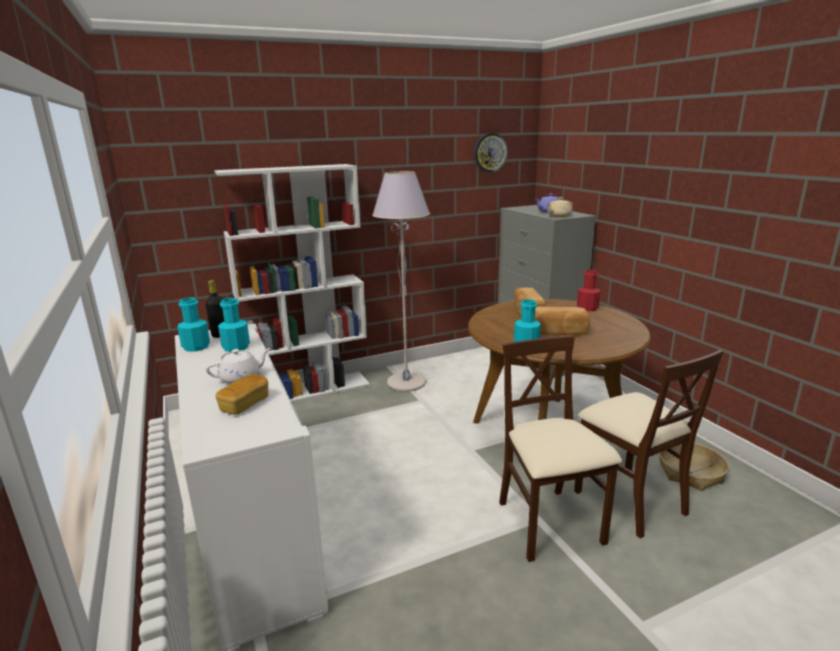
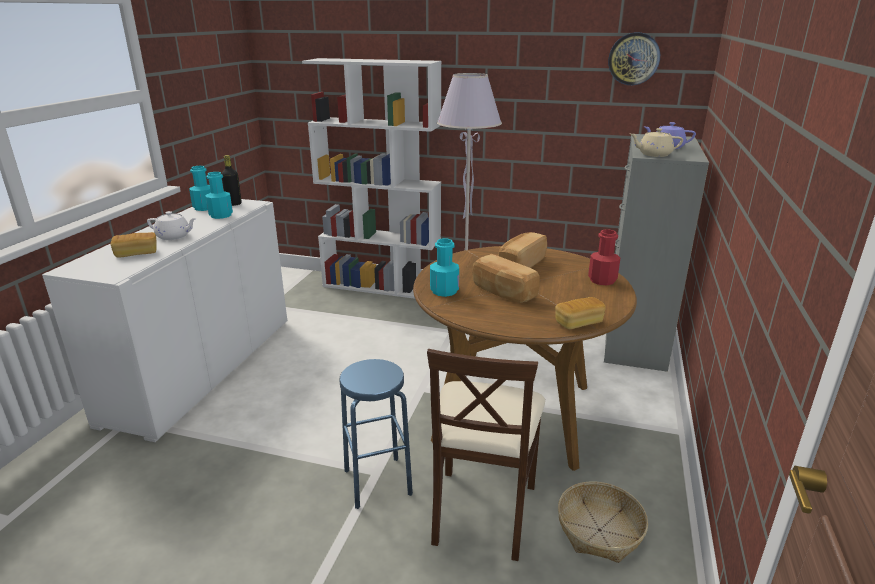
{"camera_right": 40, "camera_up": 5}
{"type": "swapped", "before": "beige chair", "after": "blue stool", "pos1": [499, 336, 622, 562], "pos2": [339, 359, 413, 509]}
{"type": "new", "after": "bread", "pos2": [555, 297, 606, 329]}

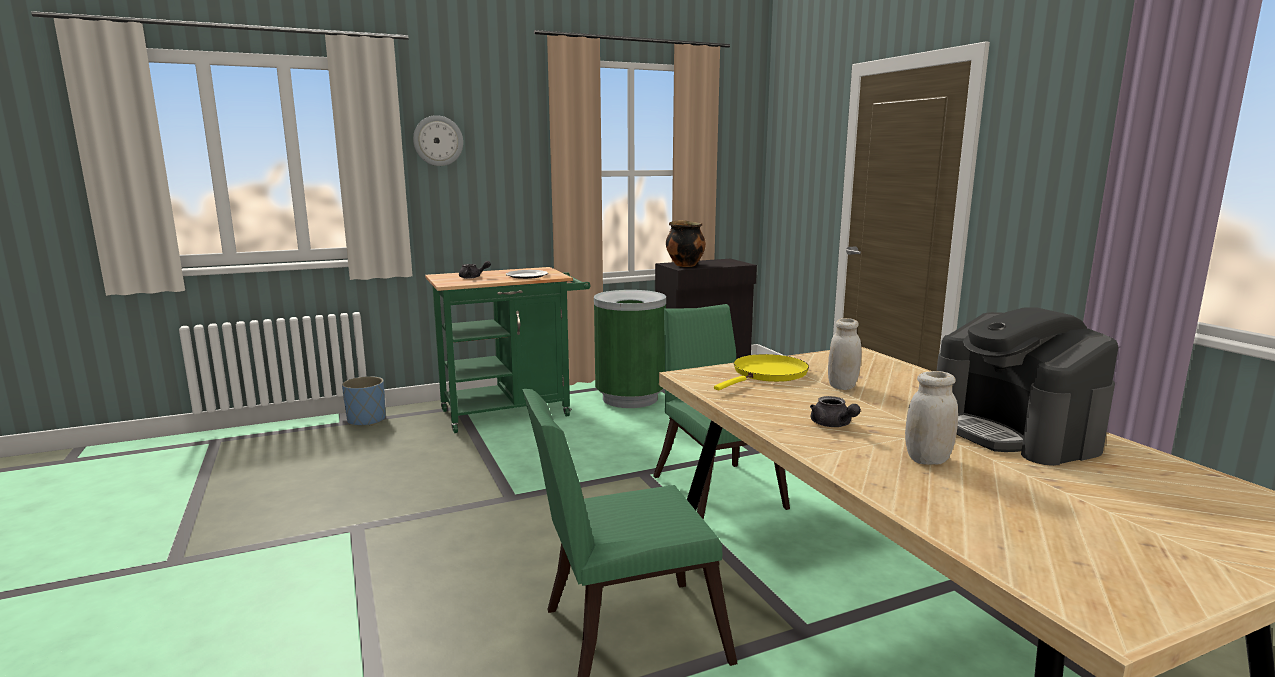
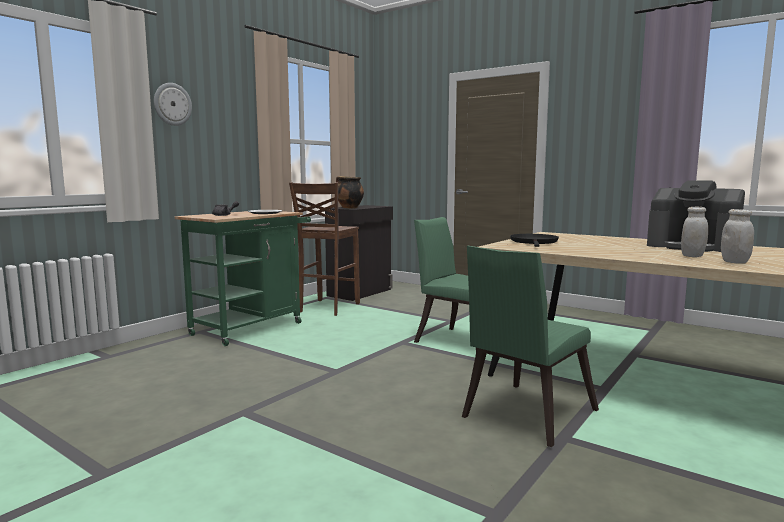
{"camera_right": -30, "camera_up": -5}
{"type": "swapped", "before": "green trash can", "after": "brown stool", "pos1": [594, 290, 666, 408], "pos2": [289, 182, 360, 316]}
{"type": "repainted", "before": "yellow frying pan", "after": "black frying pan", "pos1": [714, 354, 809, 390], "pos2": [510, 234, 559, 247]}
{"type": "shifted", "before": "white jar", "pos1": [828, 318, 862, 390], "pos2": [721, 209, 754, 264]}
{"type": "gone", "before": "blue planter", "pos1": [342, 376, 386, 426]}
{"type": "gone", "before": "grey teapot", "pos1": [810, 396, 861, 427]}

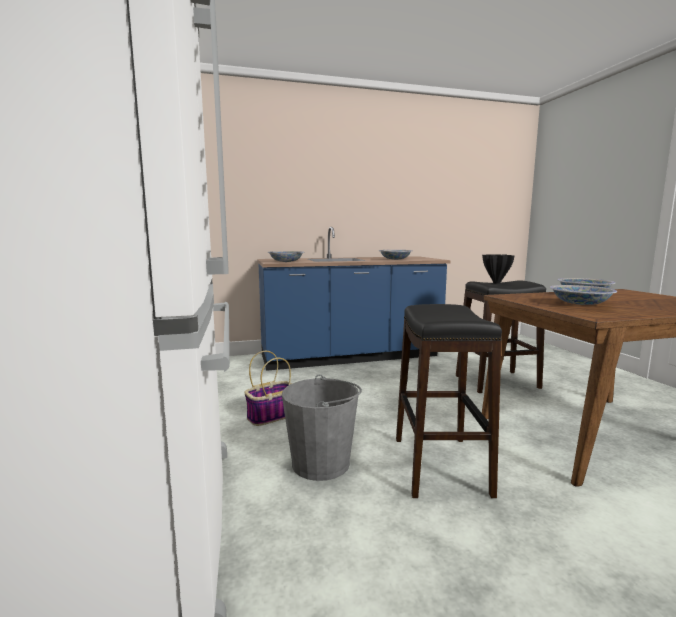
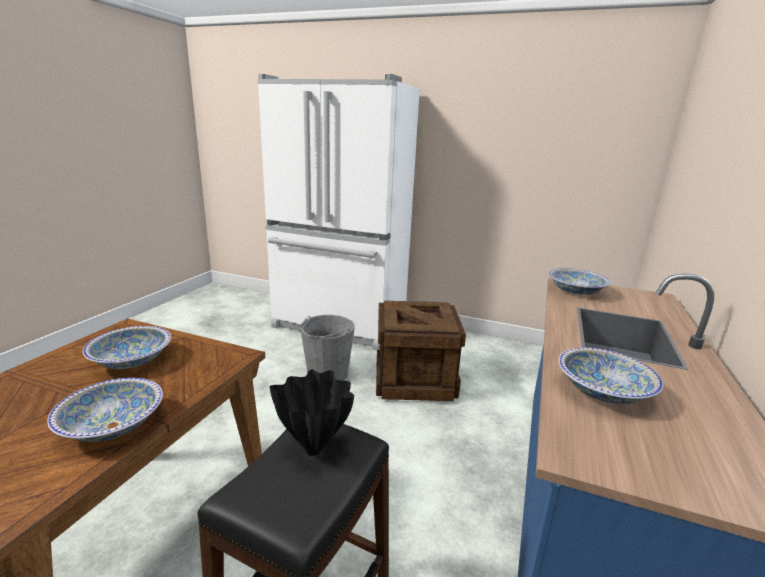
{"camera_right": 125, "camera_up": 10}
{"type": "swapped", "before": "basket", "after": "crate", "pos1": [245, 351, 292, 426], "pos2": [376, 300, 466, 401]}
{"type": "gone", "before": "black stool", "pos1": [396, 304, 502, 498]}

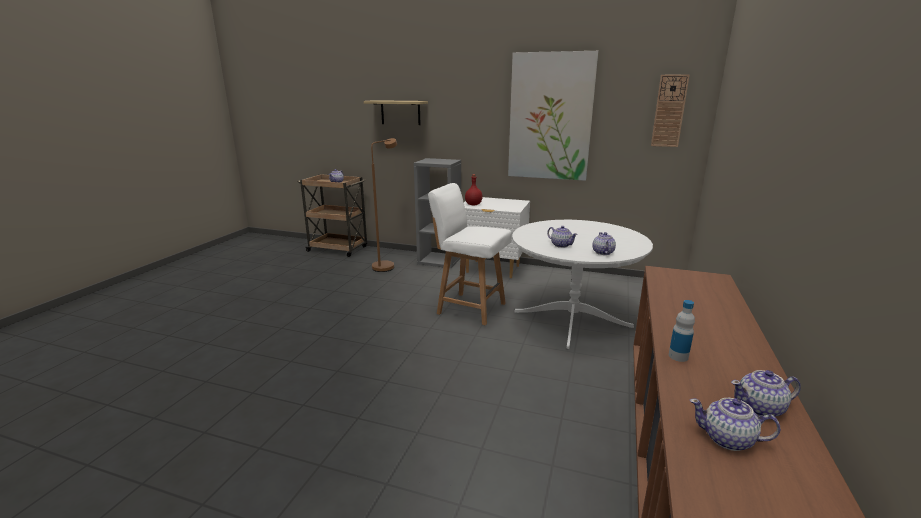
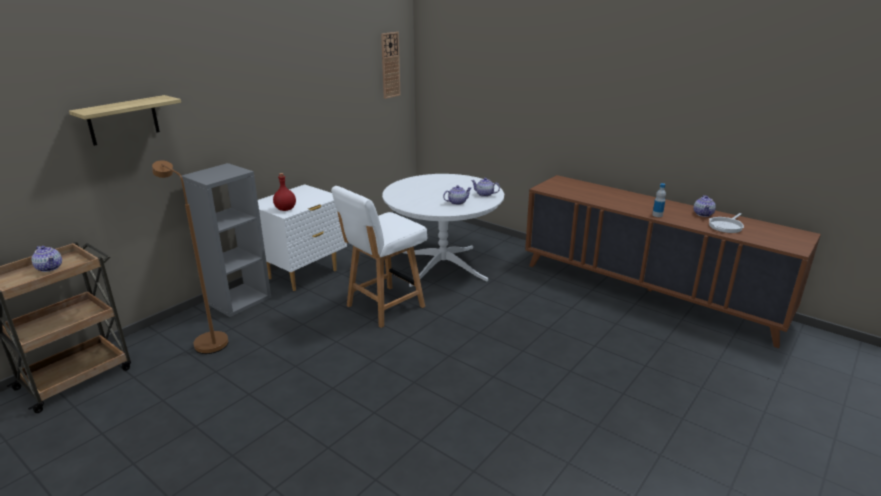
{"camera_right": -70, "camera_up": 5}
{"type": "swapped", "before": "teapot", "after": "frying pan", "pos1": [690, 398, 781, 451], "pos2": [709, 213, 744, 233]}
{"type": "gone", "before": "picture", "pos1": [508, 51, 599, 181]}

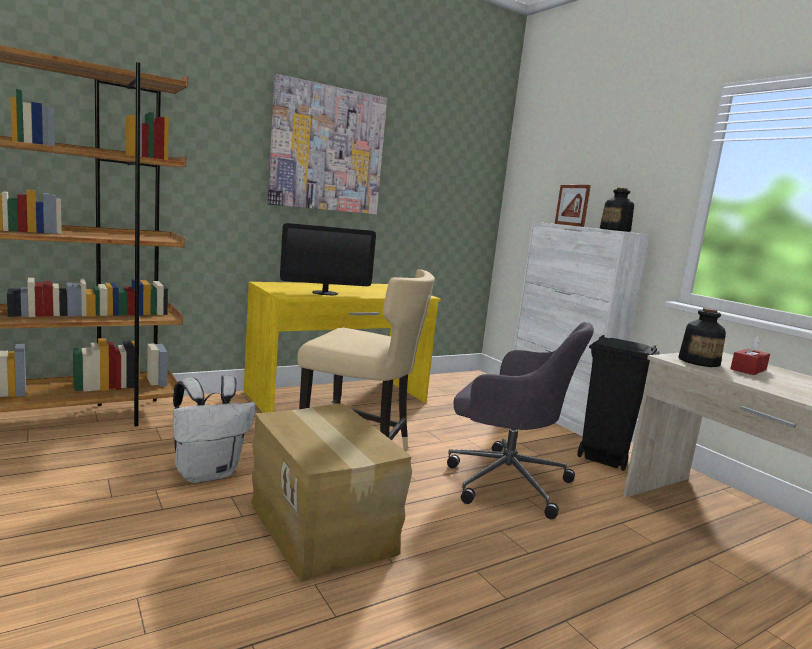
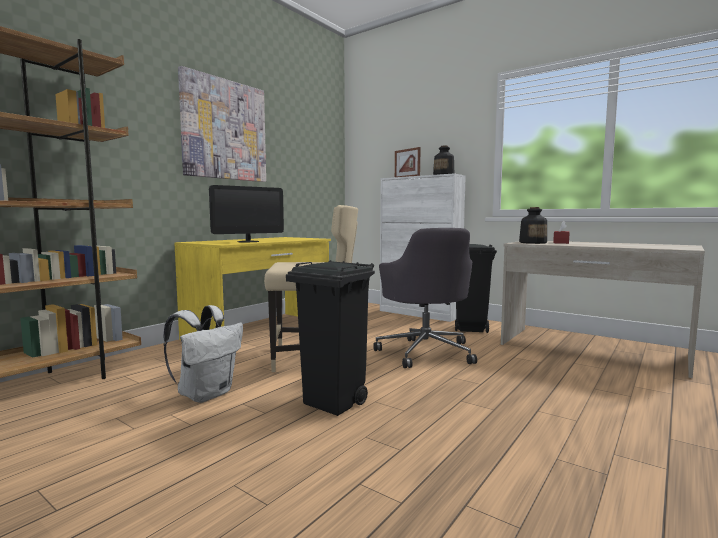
{"camera_right": -20, "camera_up": -5}
{"type": "swapped", "before": "cardboard box", "after": "black trash can", "pos1": [251, 404, 412, 582], "pos2": [286, 260, 375, 416]}
{"type": "rotated", "before": "grey office chair", "pos1": [447, 322, 594, 519], "pos2": [373, 228, 477, 368], "turn": 75}

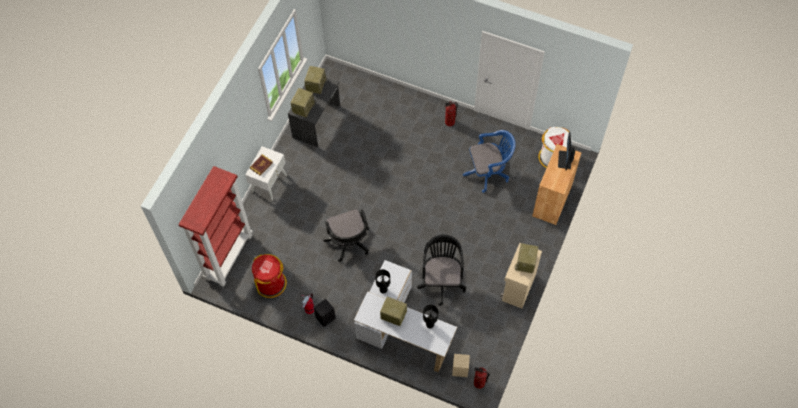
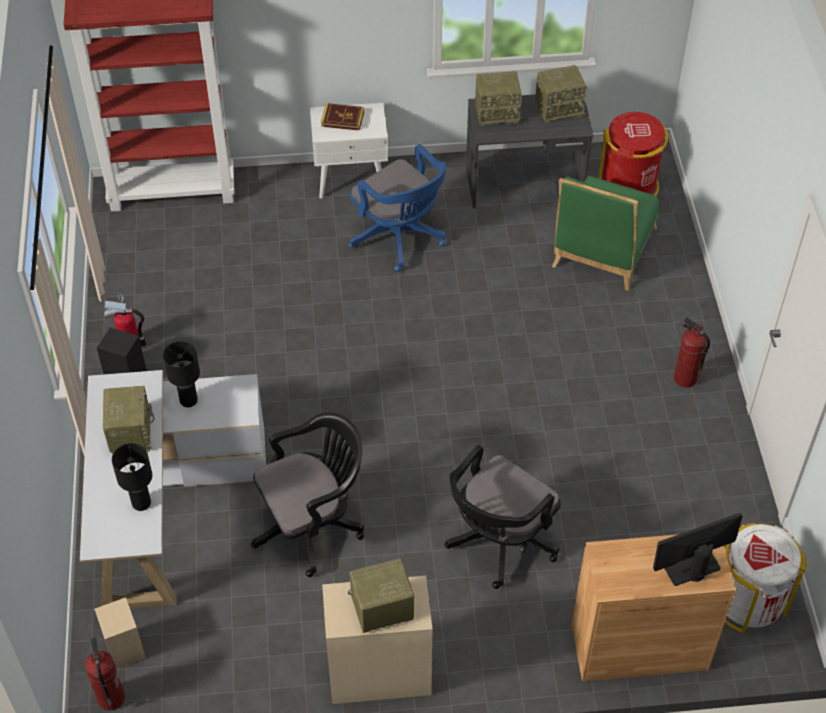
{"camera_right": 60, "camera_up": -10}
{"type": "shifted", "before": "blue office chair", "pos1": [463, 130, 516, 193], "pos2": [349, 144, 446, 272]}
{"type": "shifted", "before": "black office chair", "pos1": [324, 209, 369, 262], "pos2": [445, 445, 561, 589]}
{"type": "new", "after": "green chair", "pos2": [552, 176, 659, 291]}
{"type": "shifted", "before": "red trash can", "pos1": [252, 254, 287, 298], "pos2": [598, 112, 668, 196]}

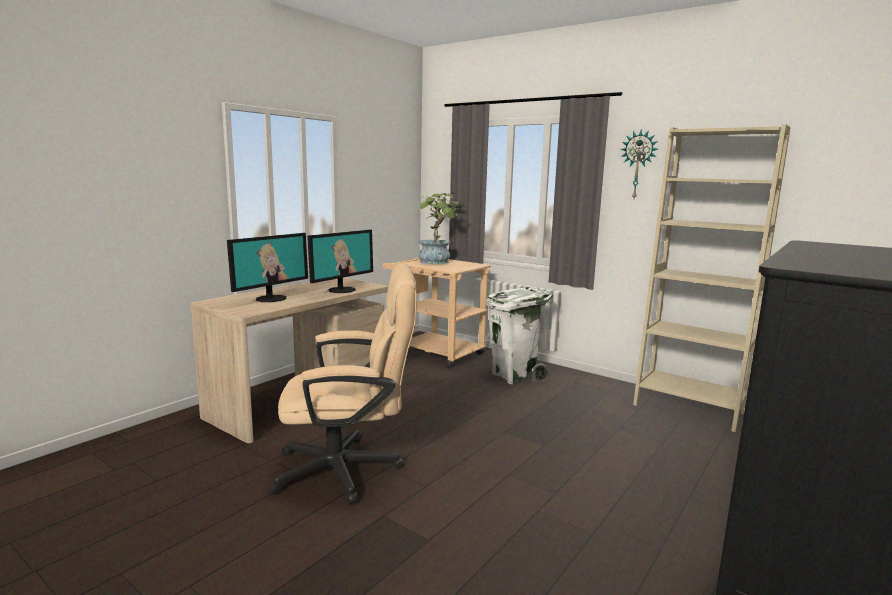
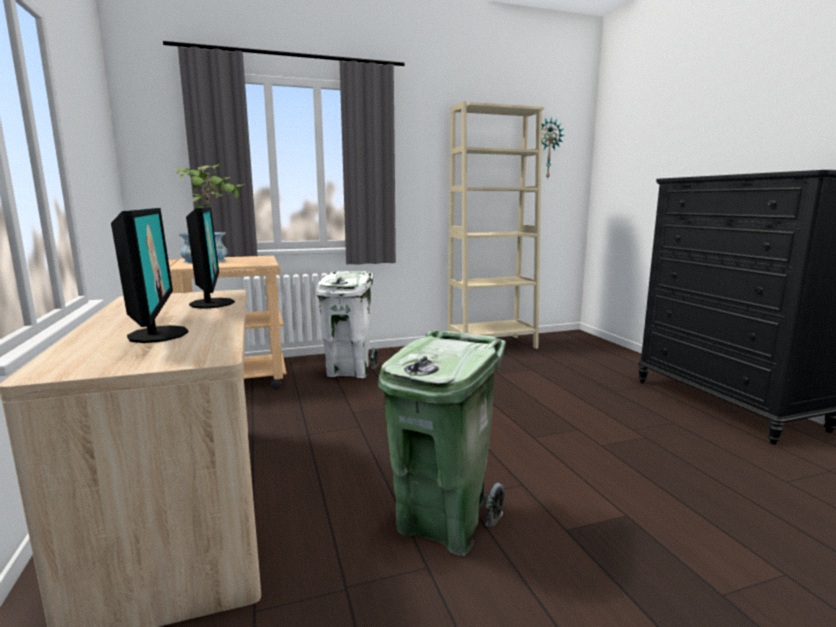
{"camera_right": -55, "camera_up": 0}
{"type": "swapped", "before": "beige office chair", "after": "green trash can", "pos1": [269, 263, 417, 504], "pos2": [378, 331, 507, 556]}
{"type": "shifted", "before": "wall clock", "pos1": [620, 130, 658, 198], "pos2": [542, 117, 564, 178]}

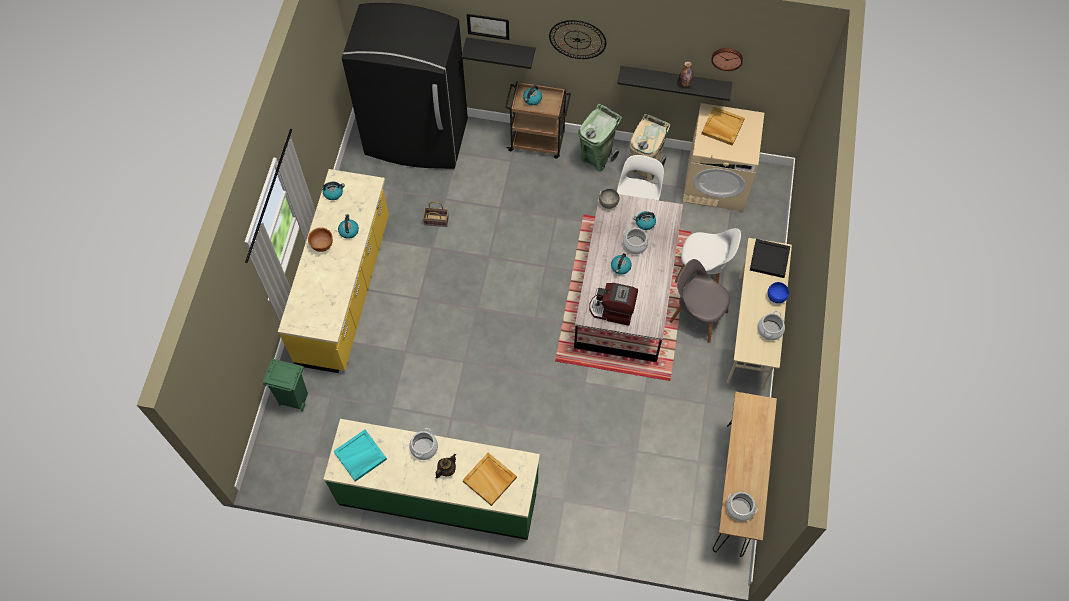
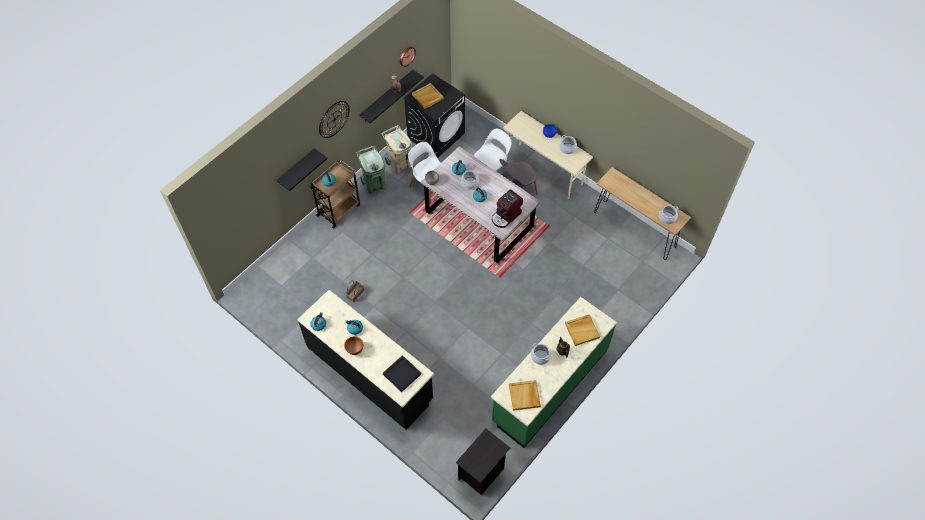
{"camera_right": -60, "camera_up": -5}
{"type": "repainted", "before": "yellow counter", "after": "black counter", "pos1": [278, 169, 389, 373], "pos2": [297, 290, 434, 430]}
{"type": "shifted", "before": "black tray", "pos1": [750, 239, 790, 278], "pos2": [383, 355, 421, 392]}
{"type": "repainted", "before": "beige washing machine", "after": "black washing machine", "pos1": [683, 103, 764, 211], "pos2": [403, 73, 465, 158]}
{"type": "new", "after": "black nightstand", "pos2": [456, 429, 510, 495]}
{"type": "repainted", "before": "turquoise tray", "after": "beige tray", "pos1": [334, 430, 387, 482], "pos2": [509, 380, 541, 411]}
{"type": "gone", "before": "green trash can", "pos1": [263, 359, 308, 412]}
{"type": "gone", "before": "black fridge", "pos1": [342, 3, 468, 169]}
{"type": "gone", "before": "picture", "pos1": [467, 14, 509, 40]}

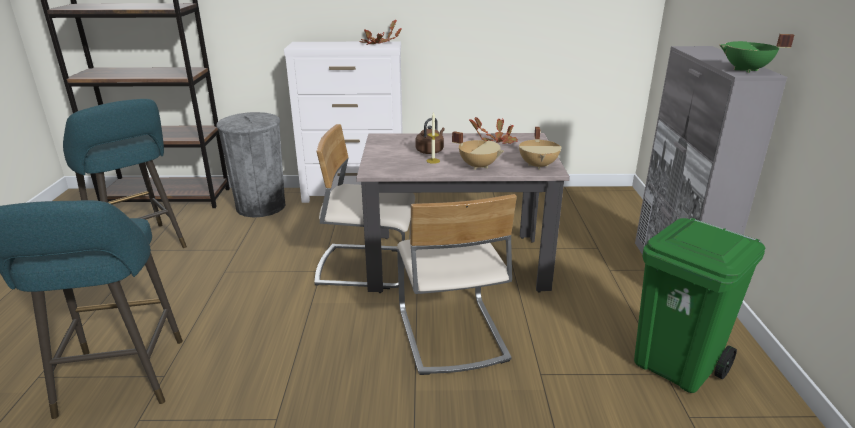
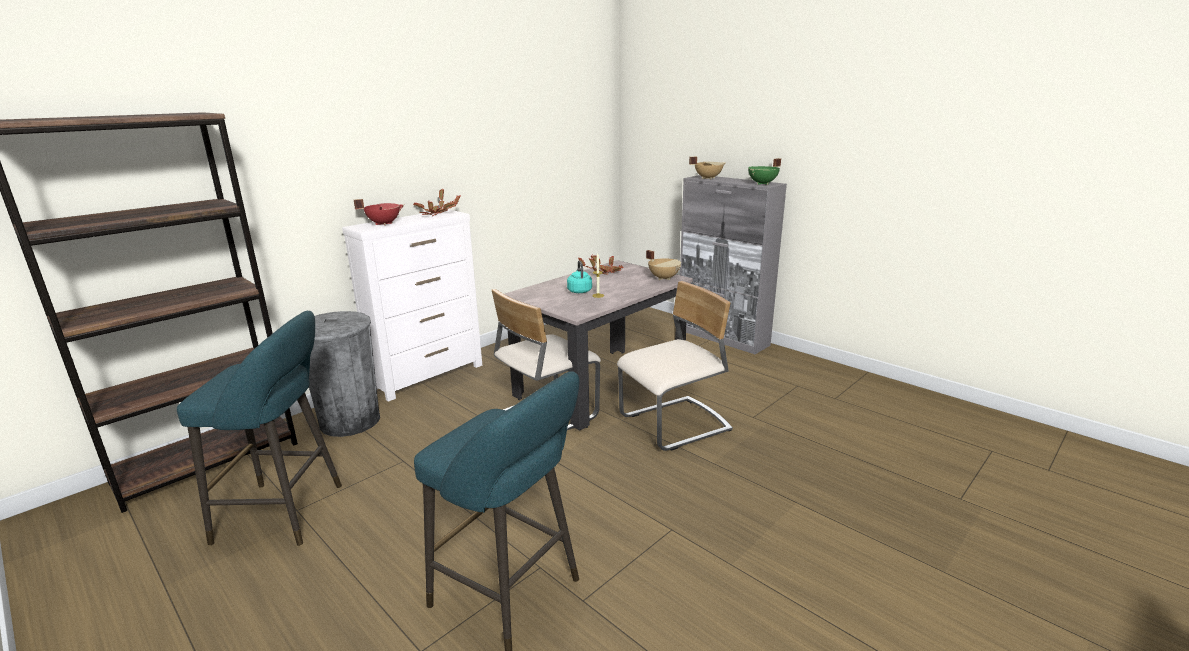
{"camera_right": -45, "camera_up": -5}
{"type": "new", "after": "red cooking pot", "pos2": [354, 199, 404, 226]}
{"type": "repainted", "before": "brown kettle", "after": "turquoise kettle", "pos1": [415, 118, 445, 154], "pos2": [567, 260, 592, 293]}
{"type": "rotated", "before": "beige chair", "pos1": [397, 194, 517, 375], "pos2": [617, 281, 733, 451], "turn": -60}
{"type": "shifted", "before": "beige cooking pot", "pos1": [452, 131, 504, 170], "pos2": [689, 157, 725, 179]}
{"type": "gone", "before": "green trash can", "pos1": [634, 218, 766, 393]}

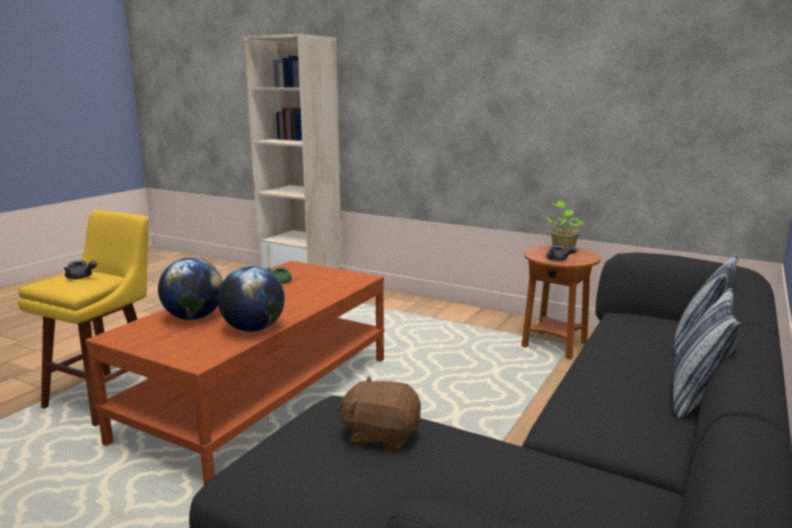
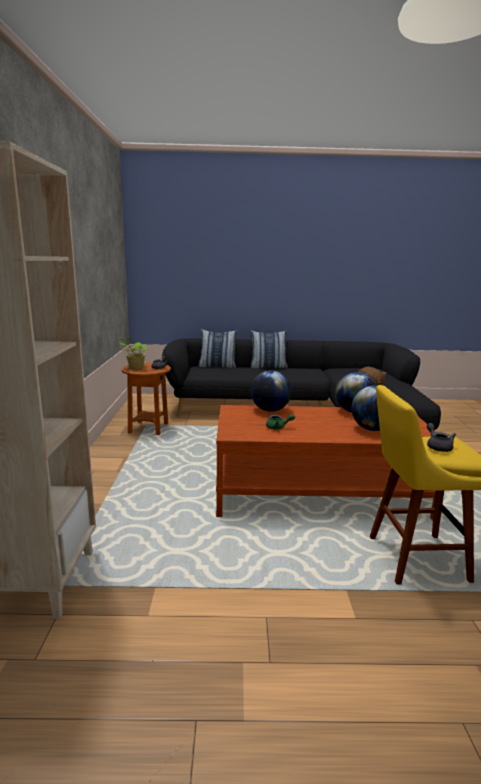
{"camera_right": -120, "camera_up": 0}
{"type": "new", "after": "globe", "pos2": [251, 371, 292, 412]}

